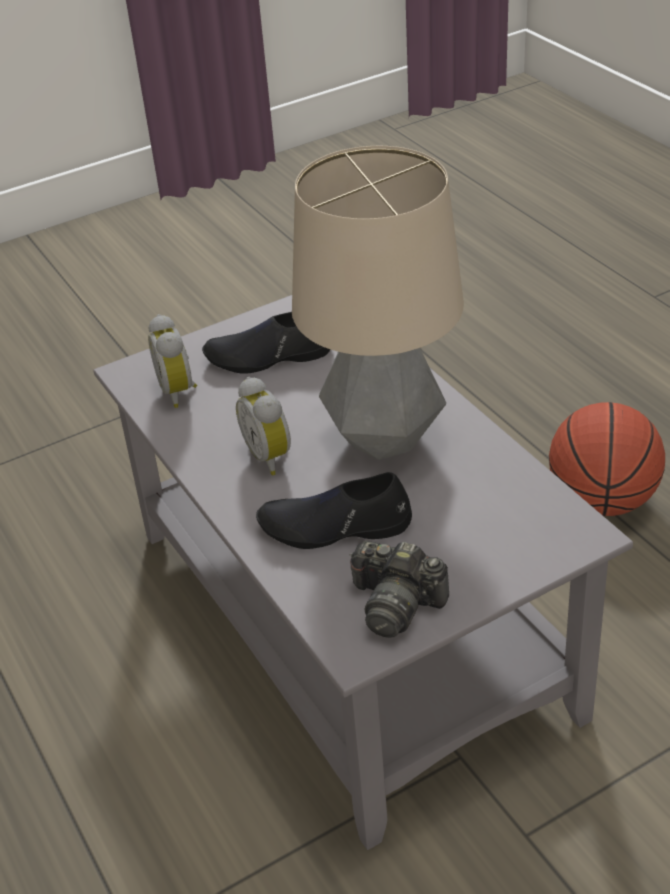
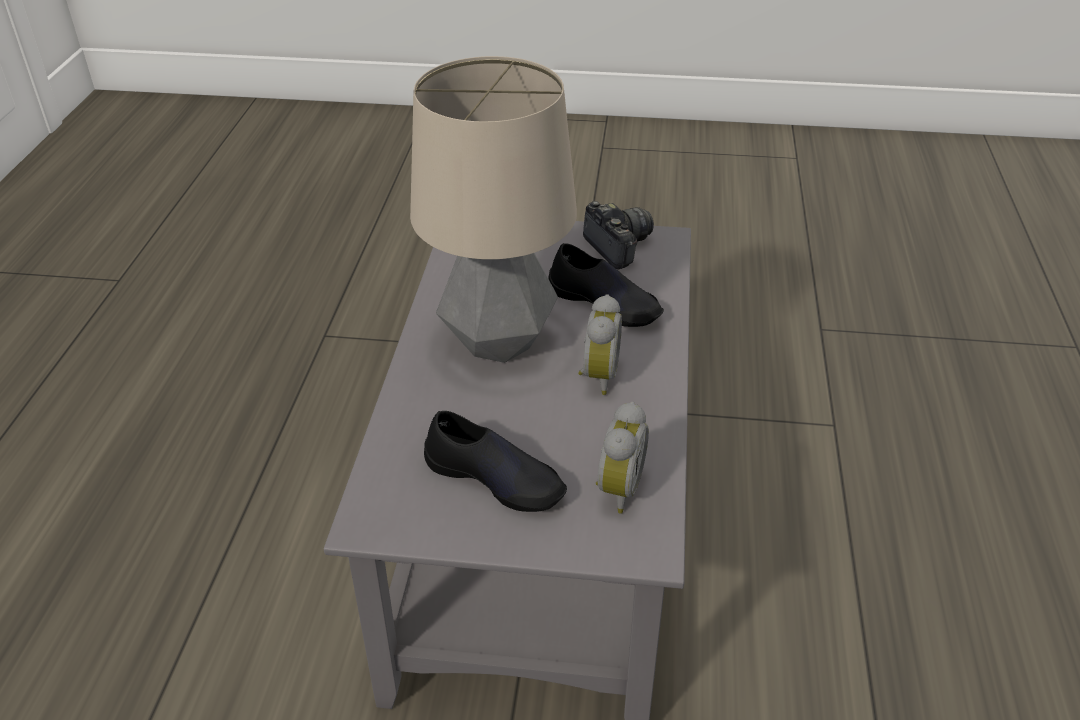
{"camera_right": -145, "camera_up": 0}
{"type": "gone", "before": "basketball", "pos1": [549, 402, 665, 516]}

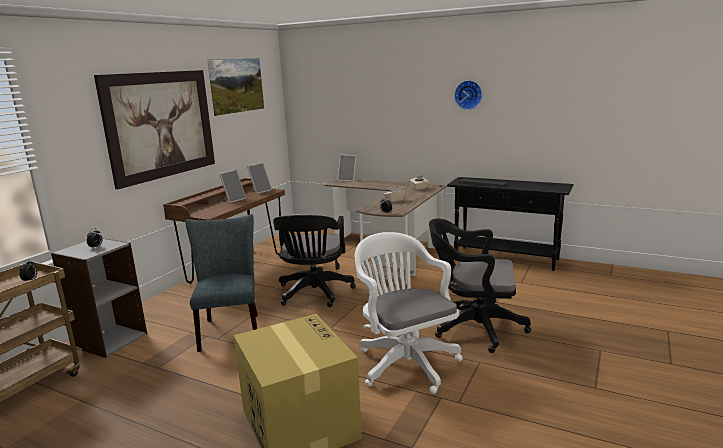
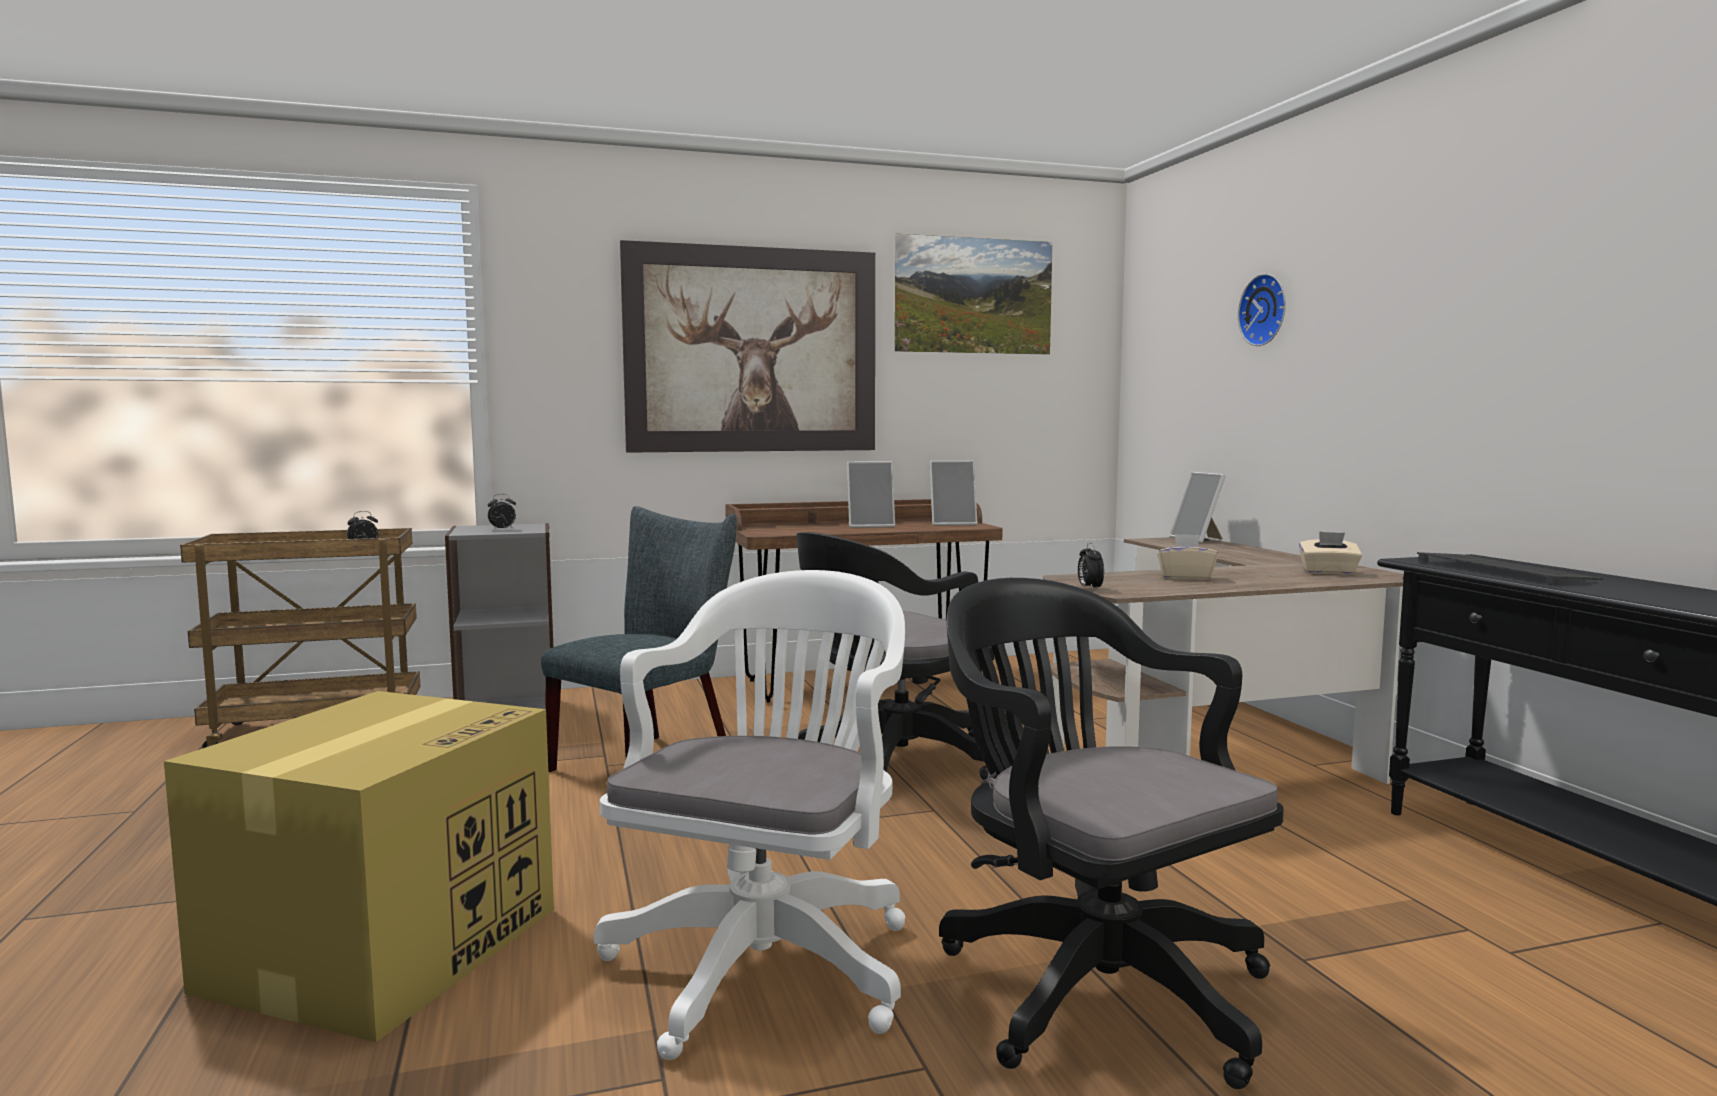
{"camera_right": 45, "camera_up": -10}
{"type": "shifted", "before": "wall clock", "pos1": [454, 80, 482, 110], "pos2": [1238, 273, 1286, 346]}

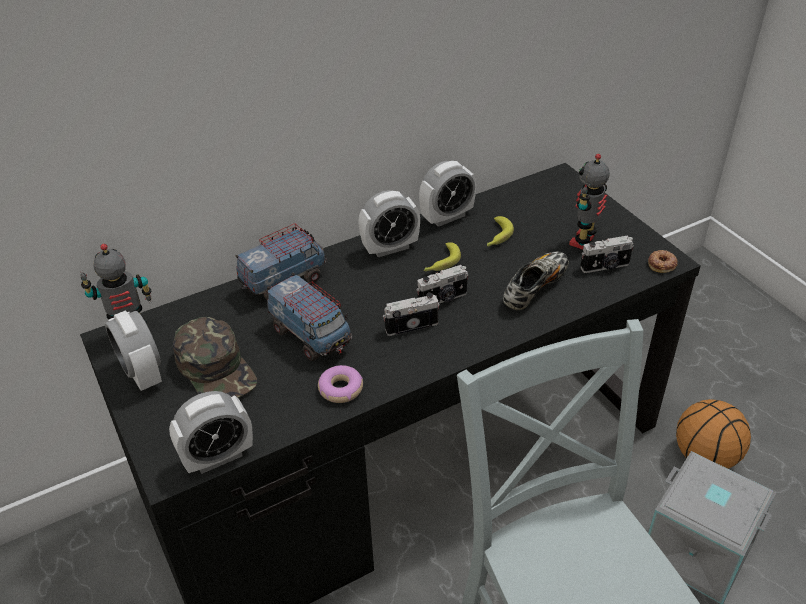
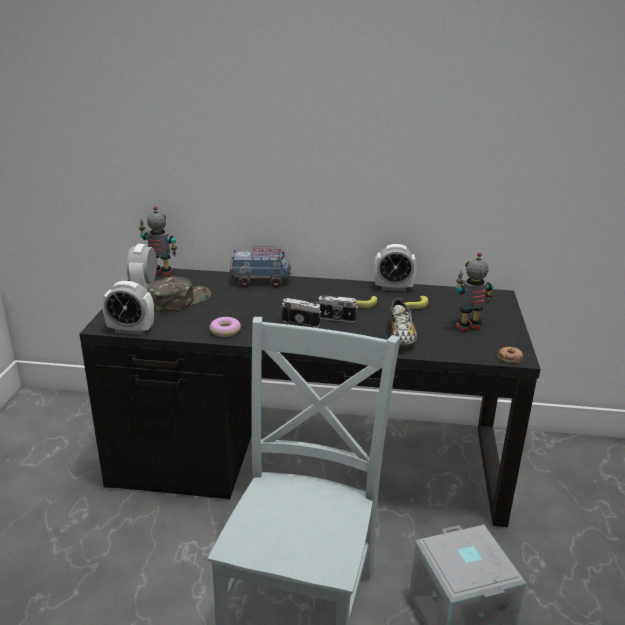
{"camera_right": 35, "camera_up": -15}
{"type": "rotated", "before": "green cap", "pos1": [172, 317, 257, 398], "pos2": [147, 276, 212, 312], "turn": -135}
{"type": "rotated", "before": "shoe", "pos1": [503, 252, 569, 310], "pos2": [390, 298, 417, 346], "turn": 105}
{"type": "gone", "before": "toy truck", "pos1": [267, 273, 352, 361]}
{"type": "gone", "before": "alarm clock", "pos1": [358, 190, 420, 257]}
{"type": "gone", "before": "photo camera", "pos1": [580, 235, 634, 273]}
{"type": "gone", "before": "basketball", "pos1": [676, 399, 751, 469]}

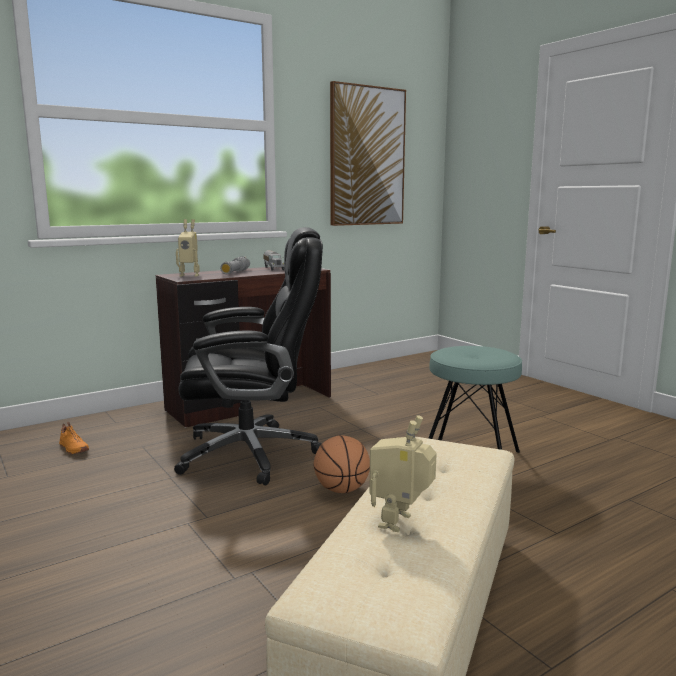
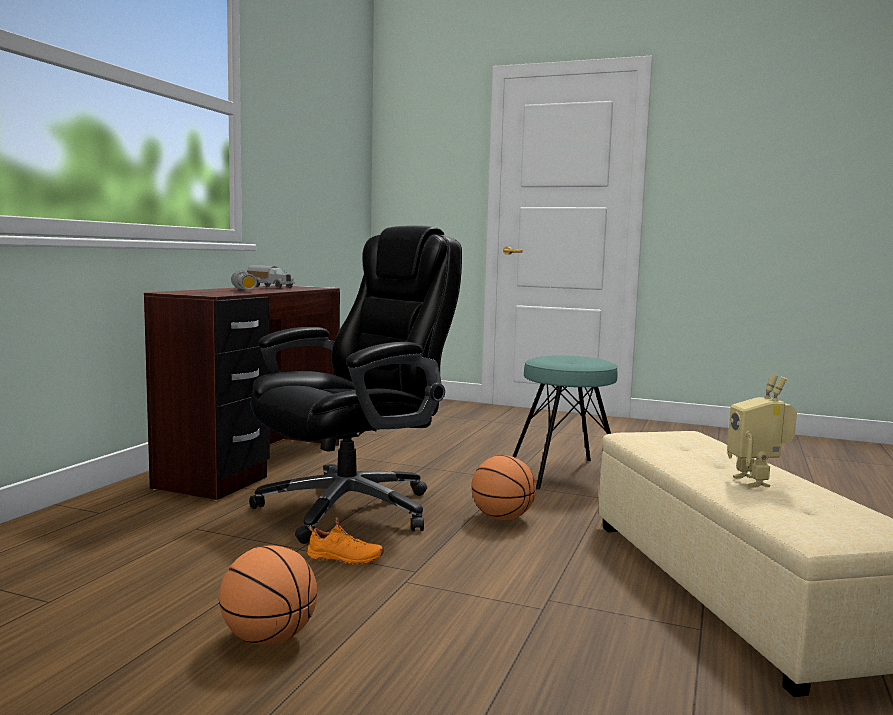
{"camera_right": -35, "camera_up": -5}
{"type": "new", "after": "basketball", "pos2": [219, 545, 317, 645]}
{"type": "shifted", "before": "orange shoe", "pos1": [59, 422, 89, 454], "pos2": [307, 517, 384, 565]}
{"type": "gone", "before": "toy robot", "pos1": [176, 219, 200, 277]}
{"type": "gone", "before": "picture", "pos1": [330, 81, 406, 226]}

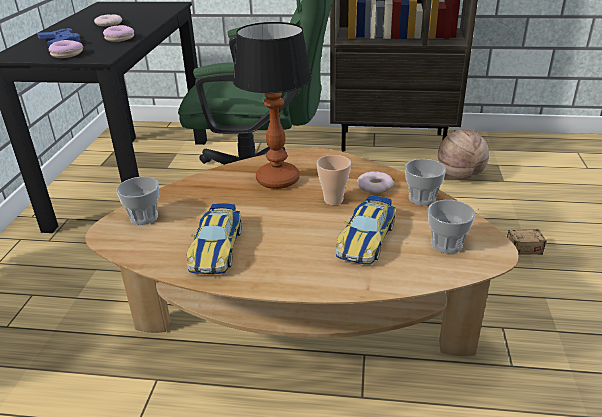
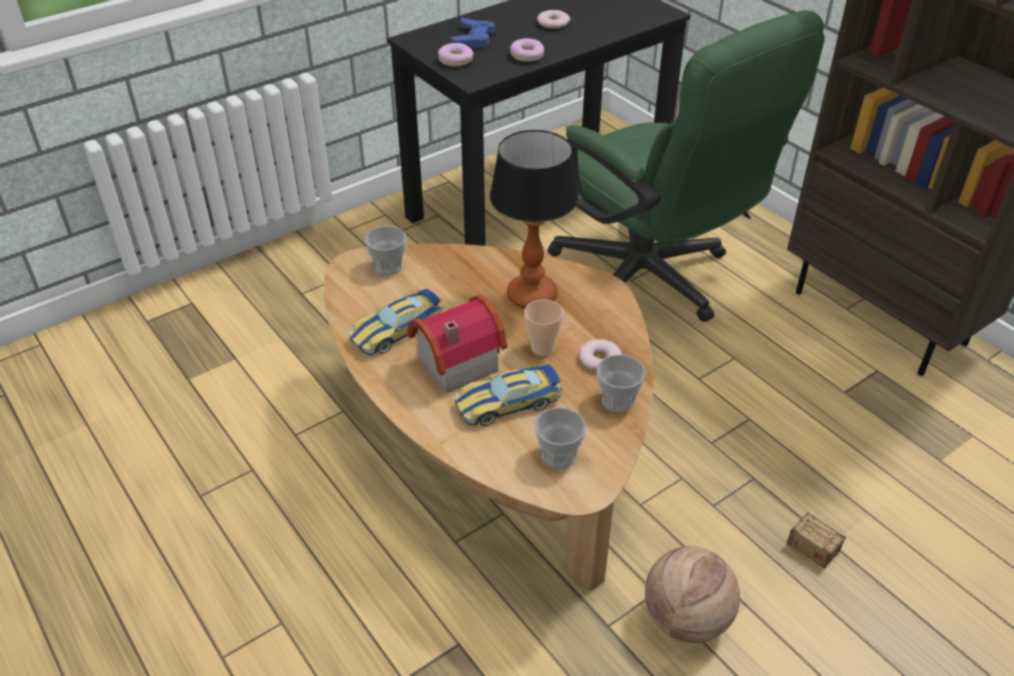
{"camera_right": 45, "camera_up": 10}
{"type": "new", "after": "toy house", "pos2": [407, 295, 507, 393]}
{"type": "shifted", "before": "basketball", "pos1": [438, 130, 489, 179], "pos2": [645, 546, 740, 643]}

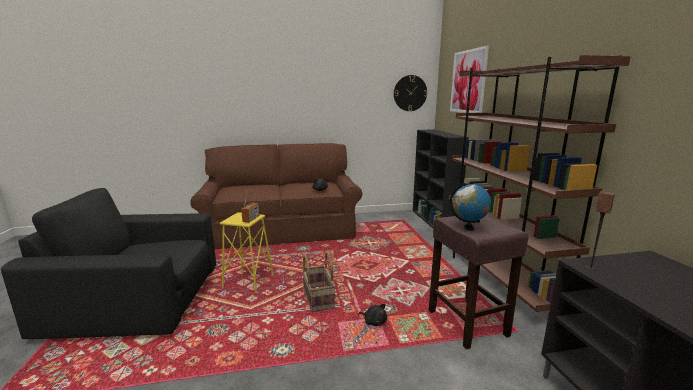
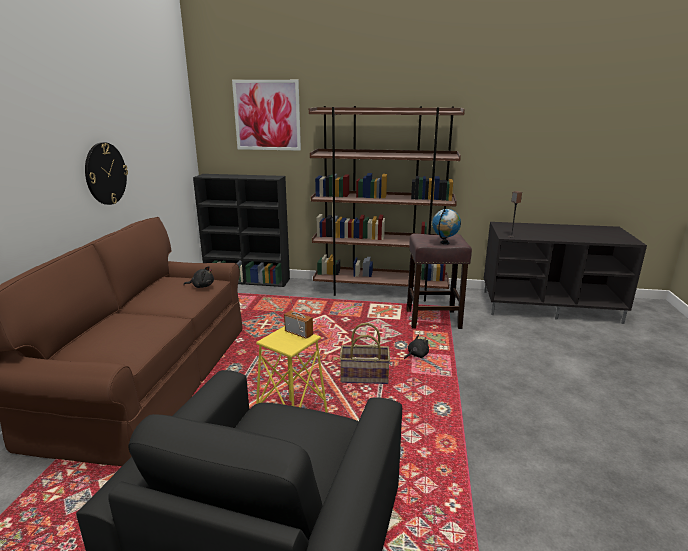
{"camera_right": -70, "camera_up": 5}
{"type": "shifted", "before": "wall clock", "pos1": [394, 75, 427, 111], "pos2": [85, 142, 128, 205]}

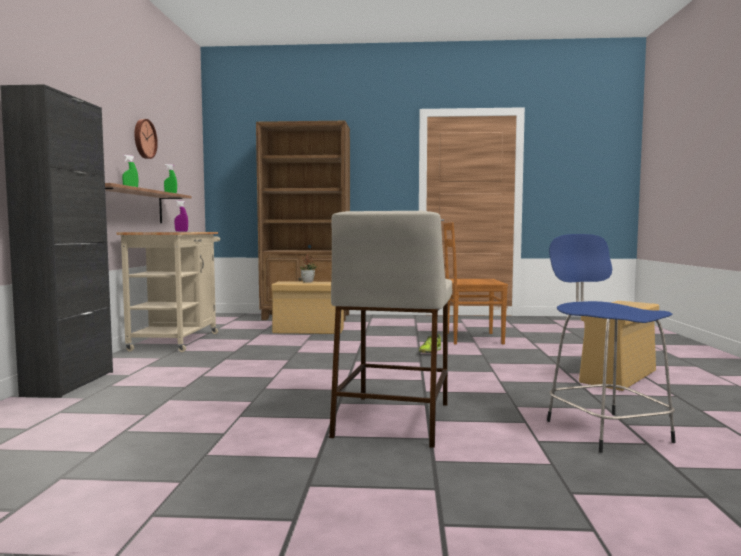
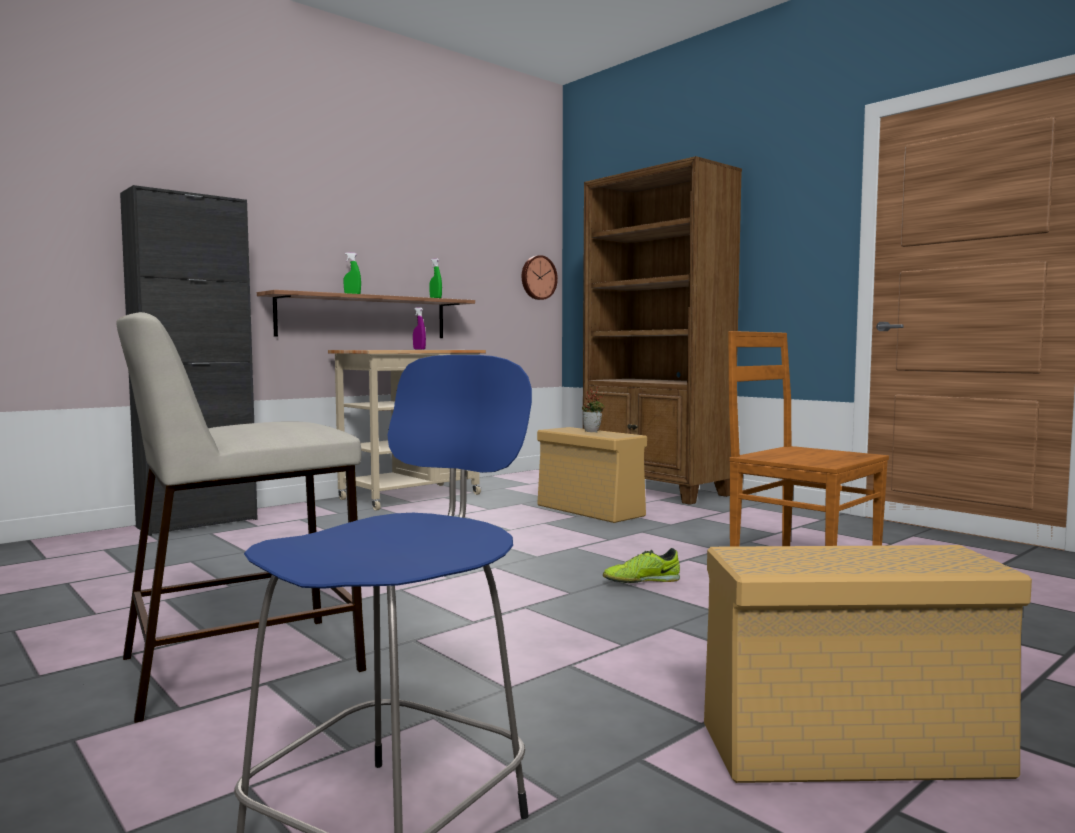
{"camera_right": 45, "camera_up": 0}
{"type": "shifted", "before": "wall clock", "pos1": [134, 119, 158, 159], "pos2": [522, 255, 558, 300]}

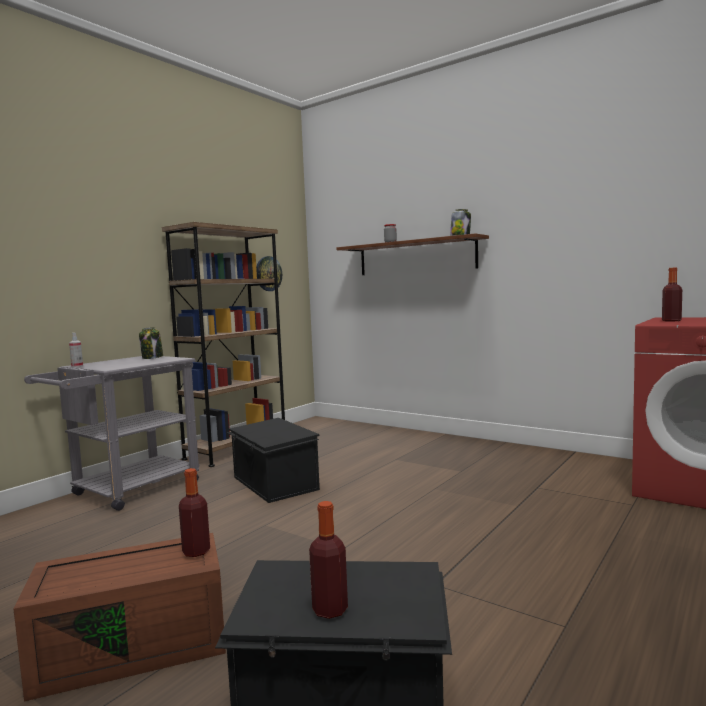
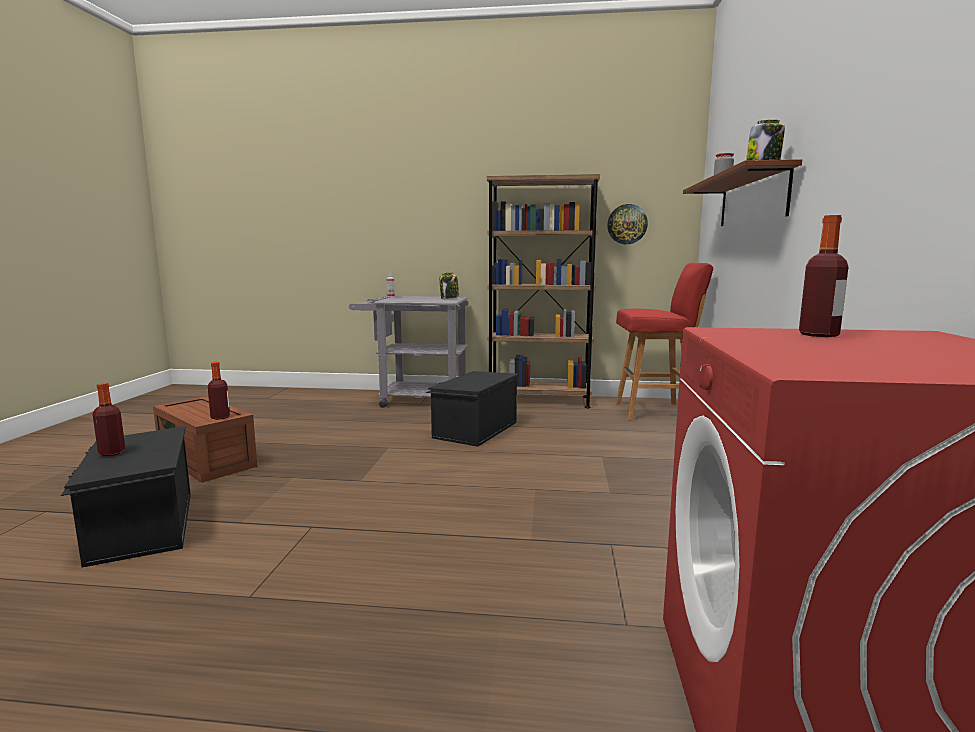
{"camera_right": 60, "camera_up": 5}
{"type": "new", "after": "red stool", "pos2": [616, 262, 713, 420]}

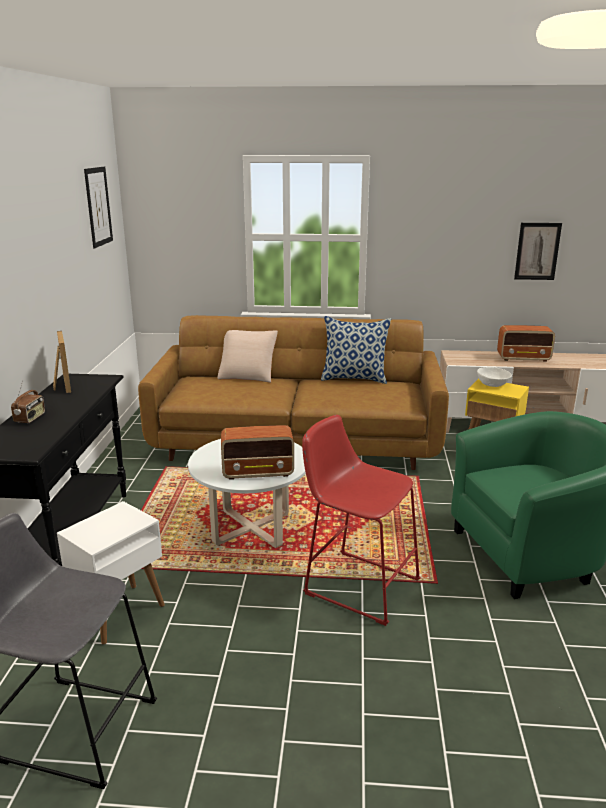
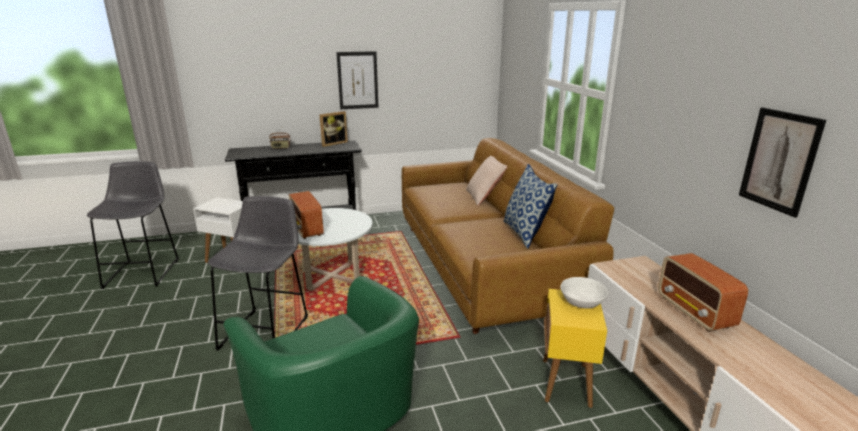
{"camera_right": 70, "camera_up": 0}
{"type": "repainted", "before": "red stool", "after": "grey stool", "pos1": [302, 415, 421, 626], "pos2": [208, 196, 308, 351]}
{"type": "shifted", "before": "picture", "pos1": [84, 167, 113, 248], "pos2": [336, 51, 379, 109]}

